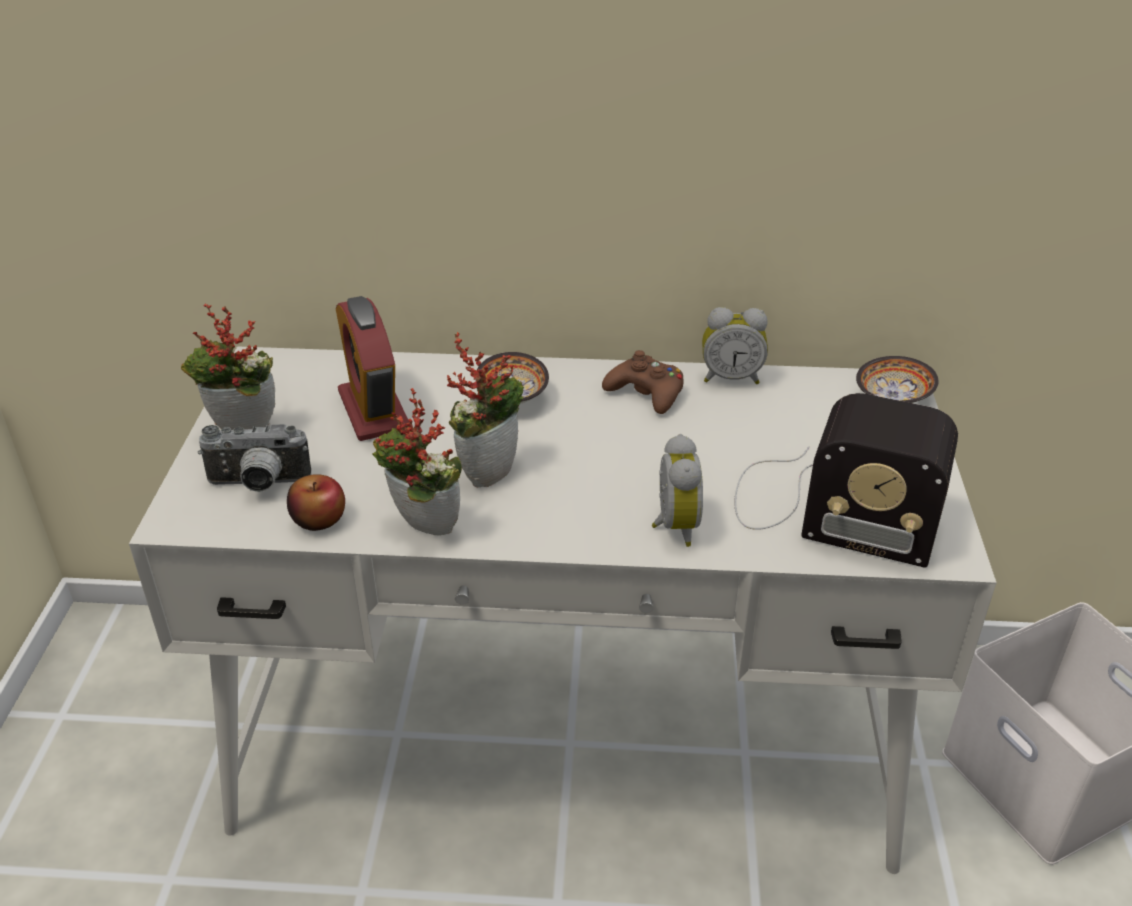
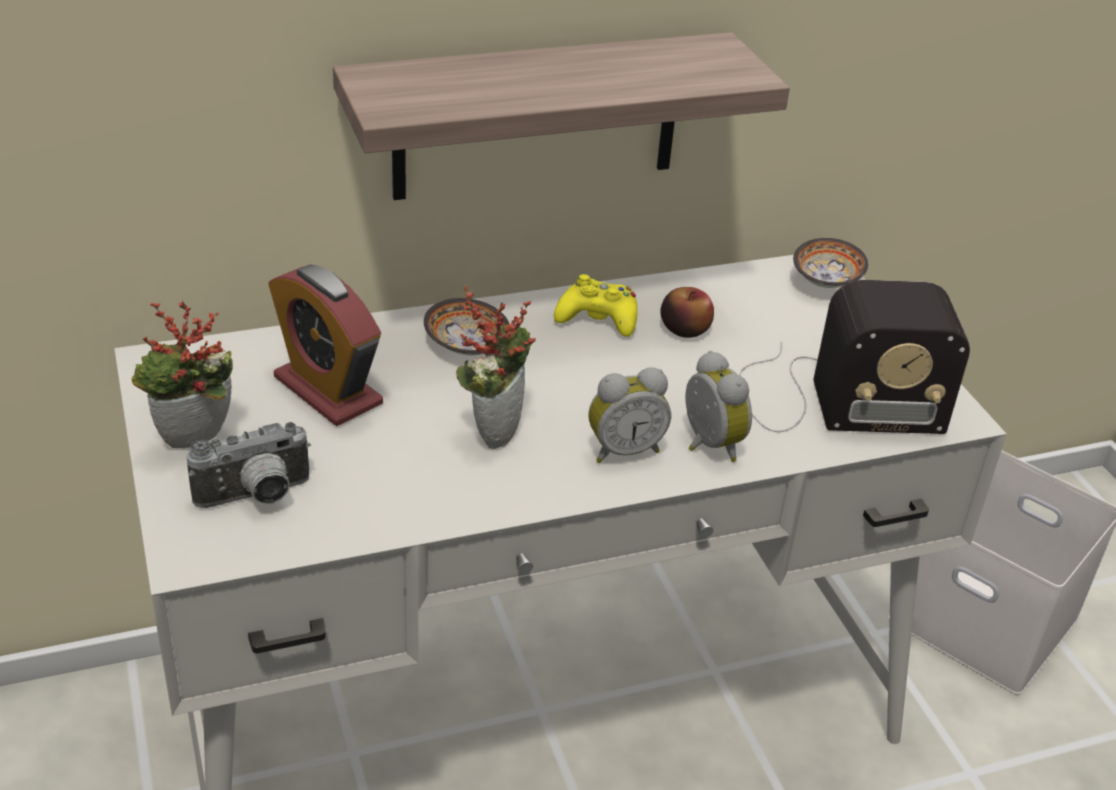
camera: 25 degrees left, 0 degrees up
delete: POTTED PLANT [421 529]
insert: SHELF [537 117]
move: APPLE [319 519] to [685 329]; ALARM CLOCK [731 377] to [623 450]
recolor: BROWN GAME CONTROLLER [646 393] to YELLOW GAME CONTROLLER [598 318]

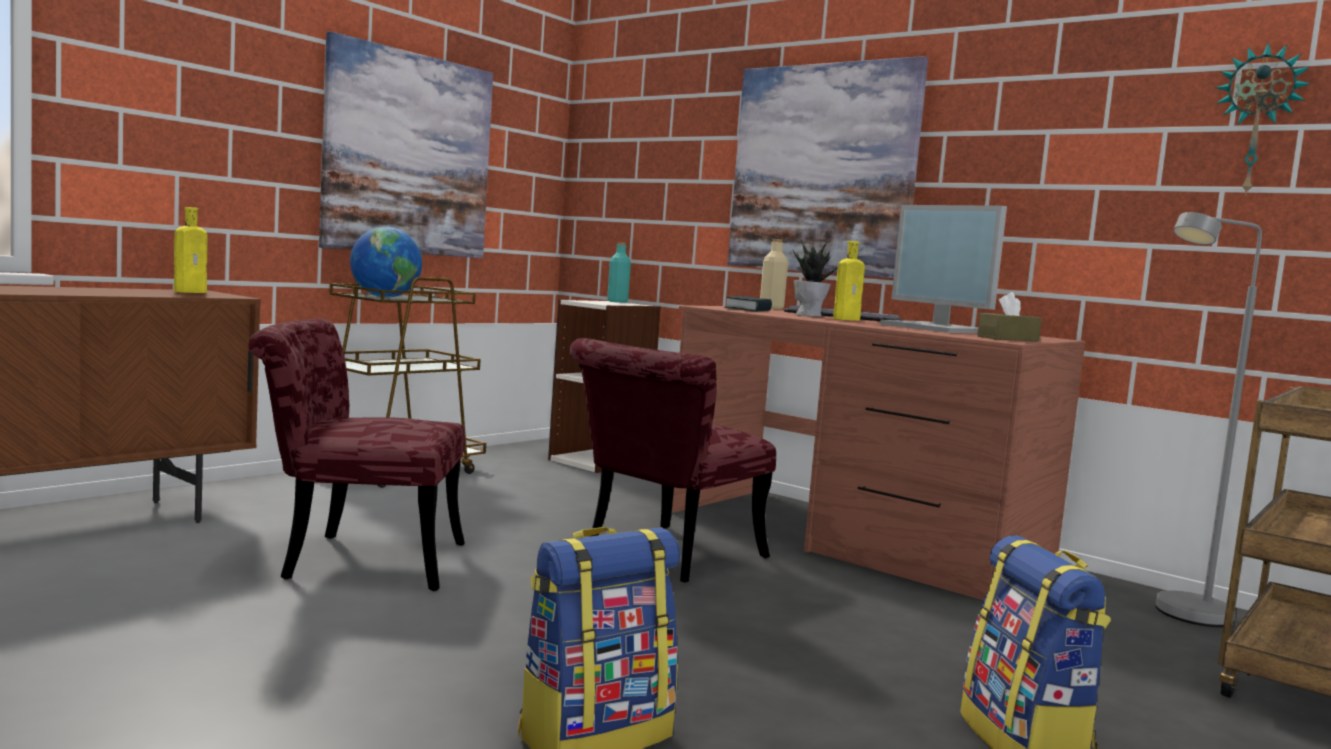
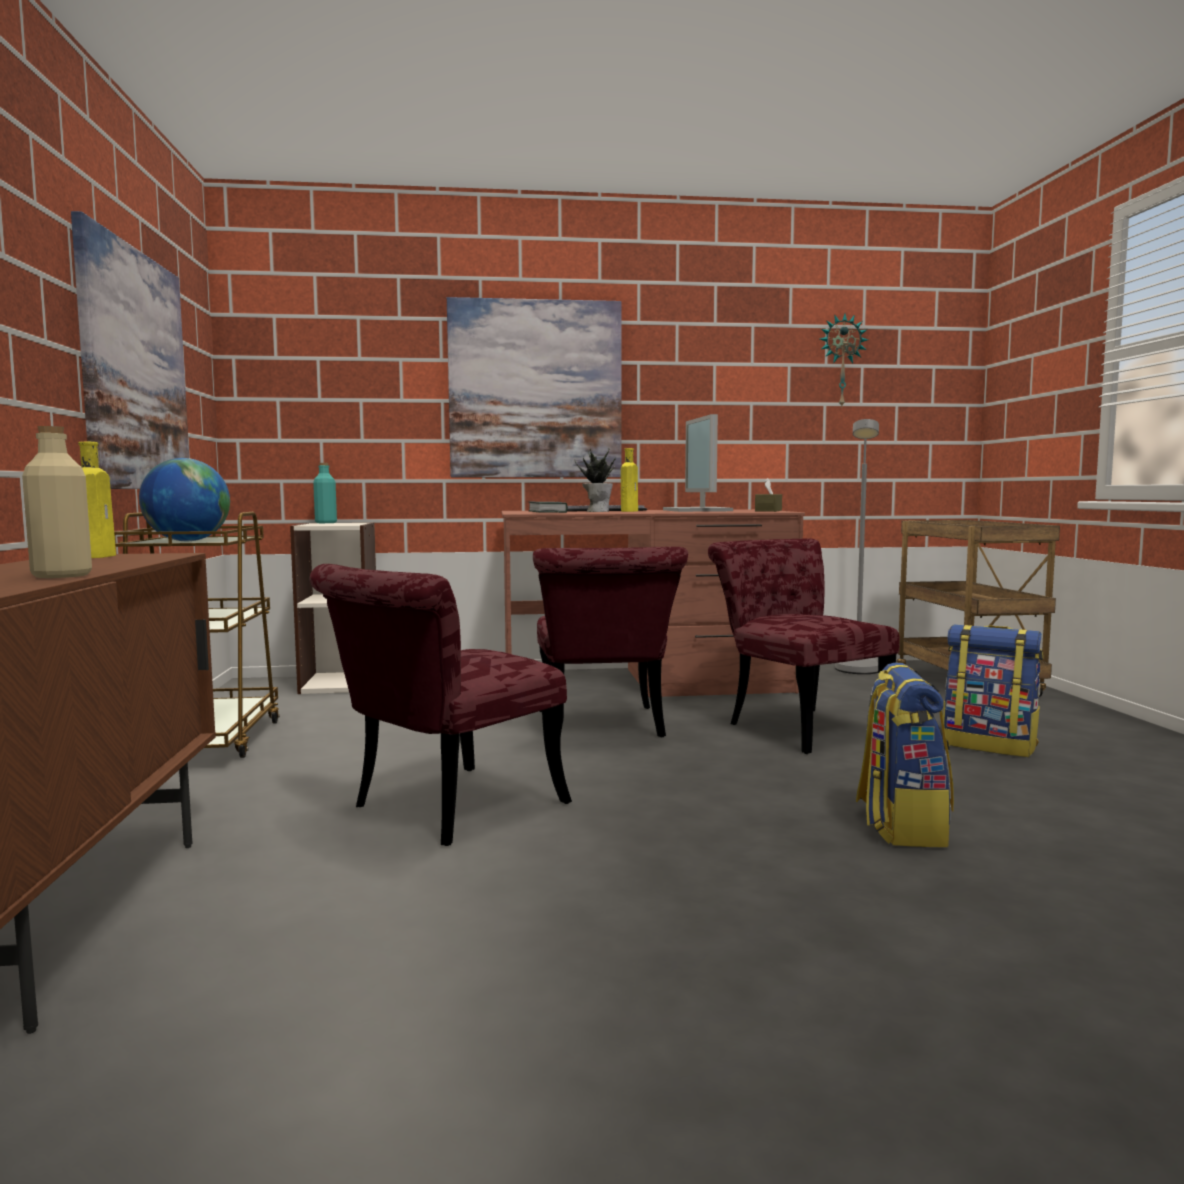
camera: 45 degrees left, 0 degrees up
insert: RED CHAIR [798 726]
move: BEIGE BOTTLE [771 308] to [62 576]
rotate: MONITOR [938 329] = [698 510] 75 degrees clockwise

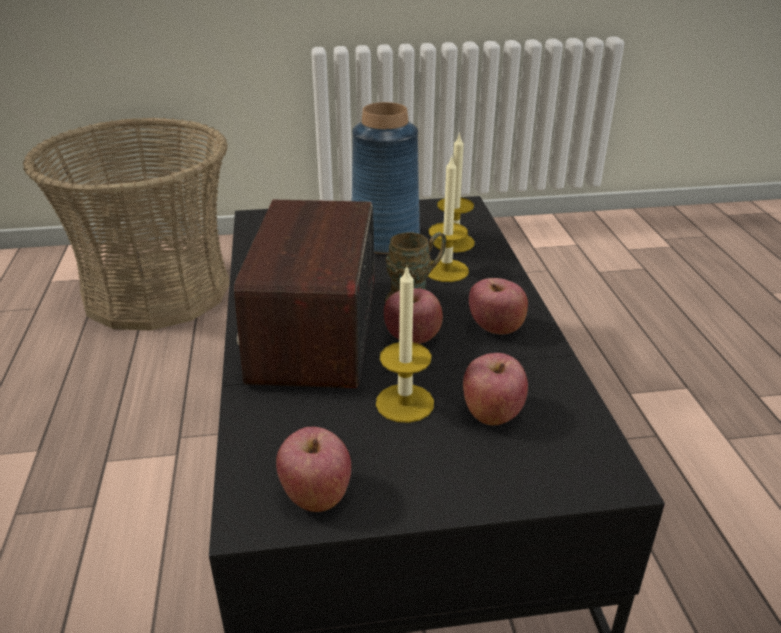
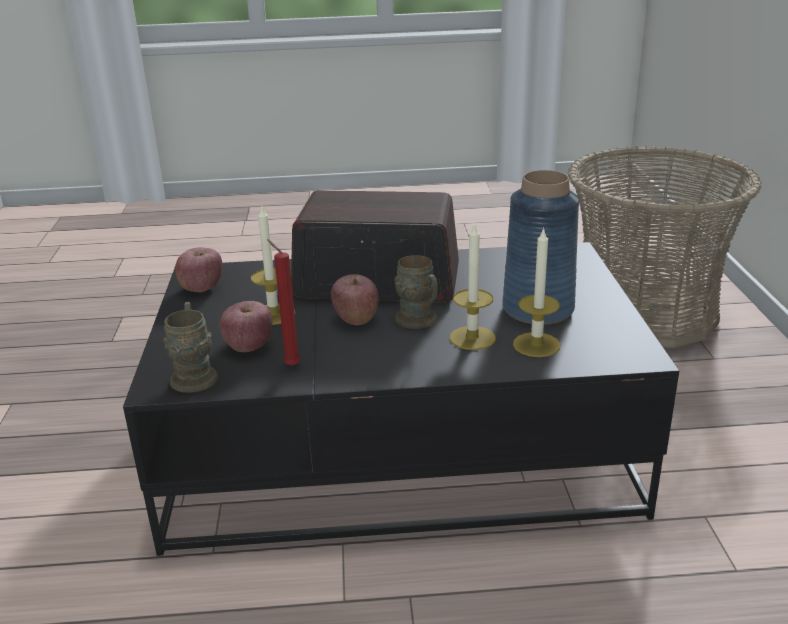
camera: 95 degrees right, 5 degrees down
delete: APPLE [496 327]
insert: BROWN MUG [194 374]; RED CANDLE [290 365]

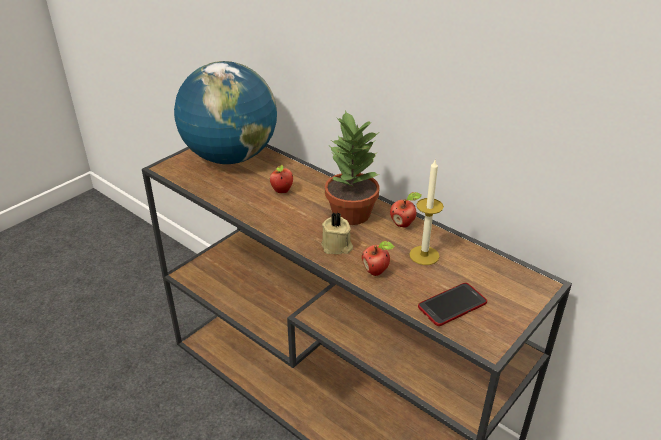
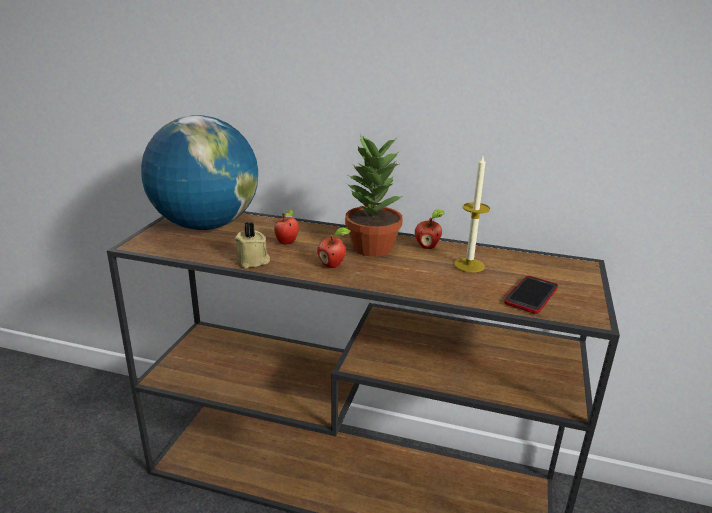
camera: 25 degrees left, 10 degrees down
move: BEIGE CANDLE [337 247] to [253 261]; APPLE [376 271] to [333 265]

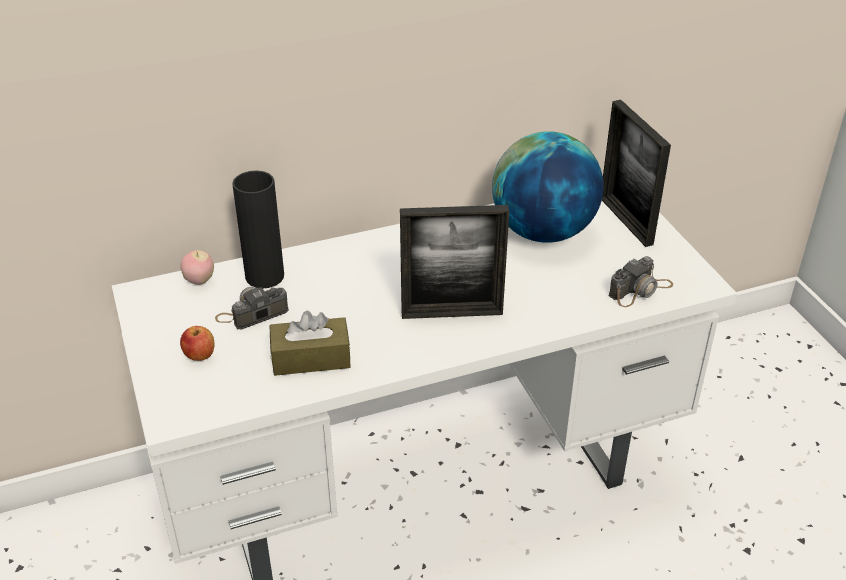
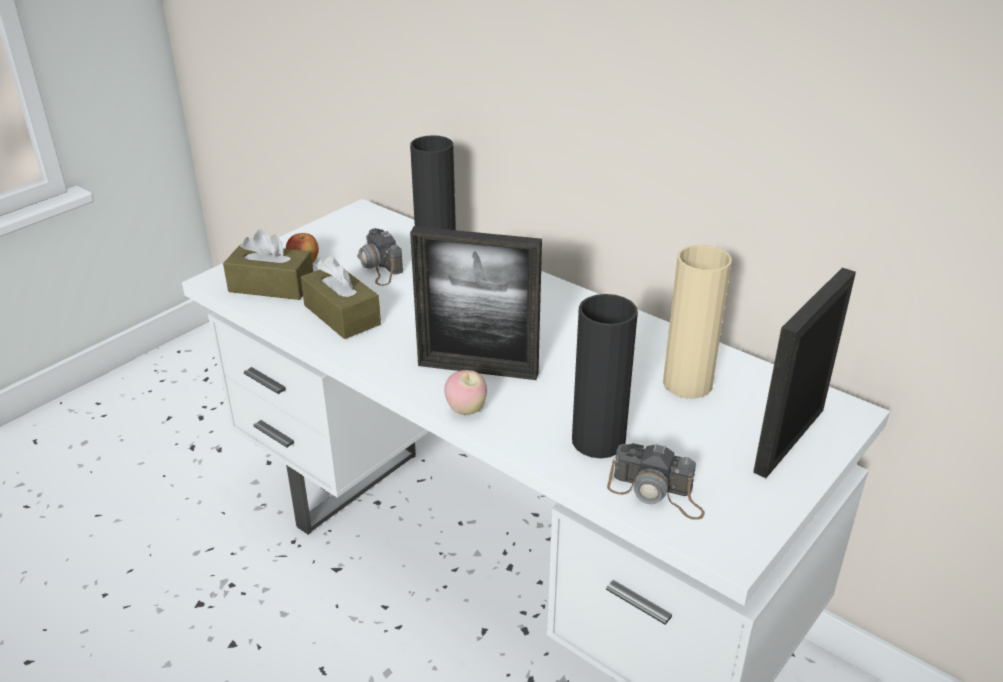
camera: 60 degrees right, 5 degrees down
insert: BROWN TISSUE BOX [271 286]; BLACK VASE [598 441]
move: APPLE [199 281] to [466 410]
replace: GLOBE [543 232] to BEIGE VASE [687 384]
rotate: PHOTO CAMERA [252 313] = [379 266] 150 degrees counterclockwise; PICTURE FRAME [452 313] = [477 369] 45 degrees counterclockwise

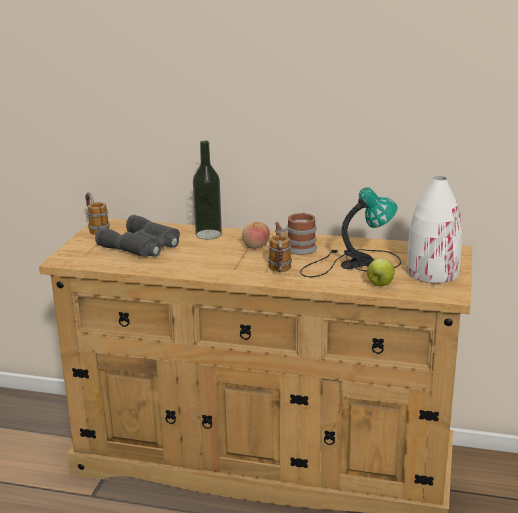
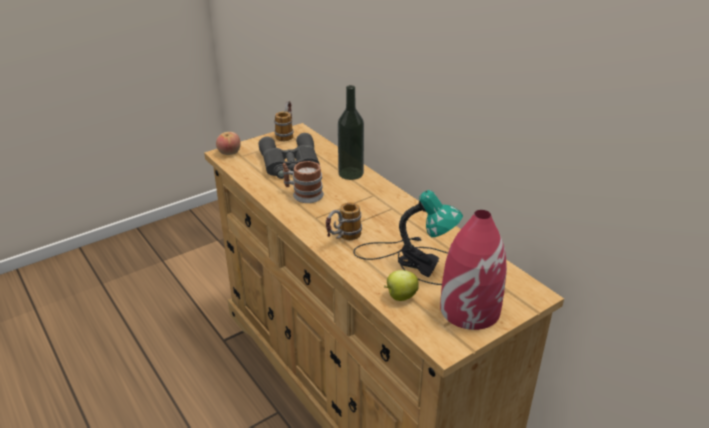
camera: 40 degrees right, 10 degrees up
move: APPLE [255 246] to [229 153]; MUG [296 249] to [303 194]
recolor: WHITE VASE [432 272] to RED VASE [469 309]

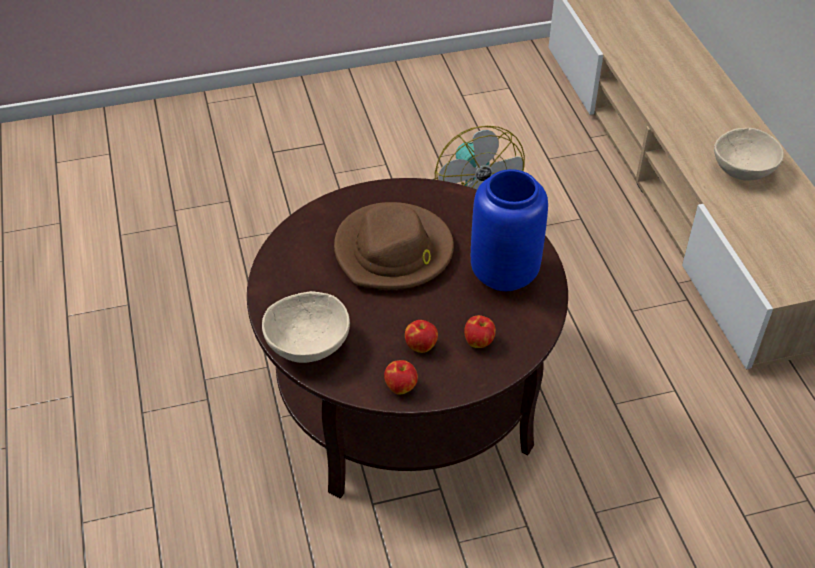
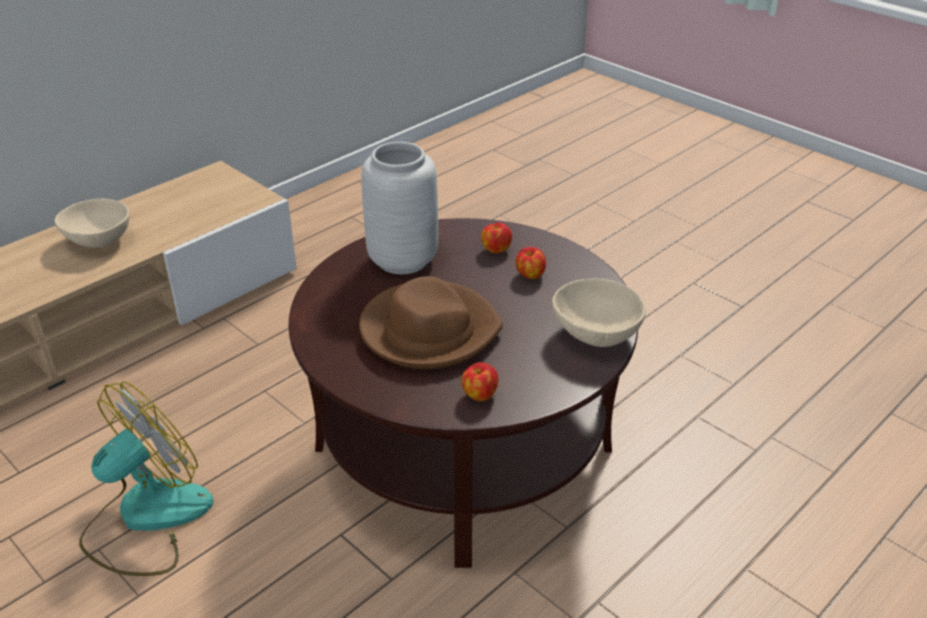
camera: 120 degrees left, 10 degrees down
move: APPLE [401 386] to [479 395]
recolor: BLUE VASE [503 274] to GREY VASE [404 260]

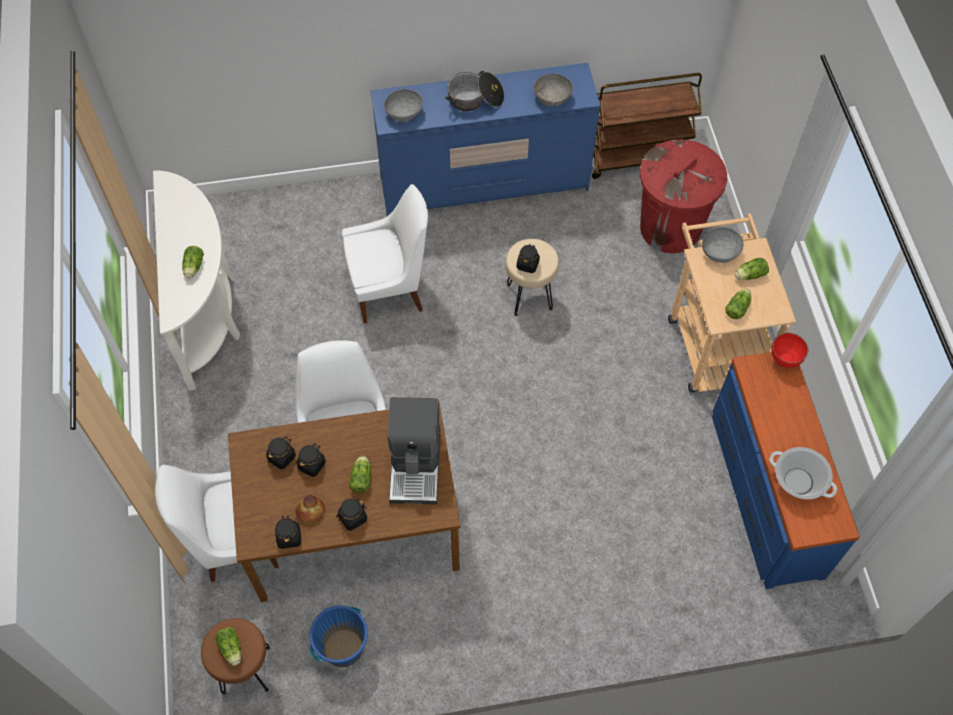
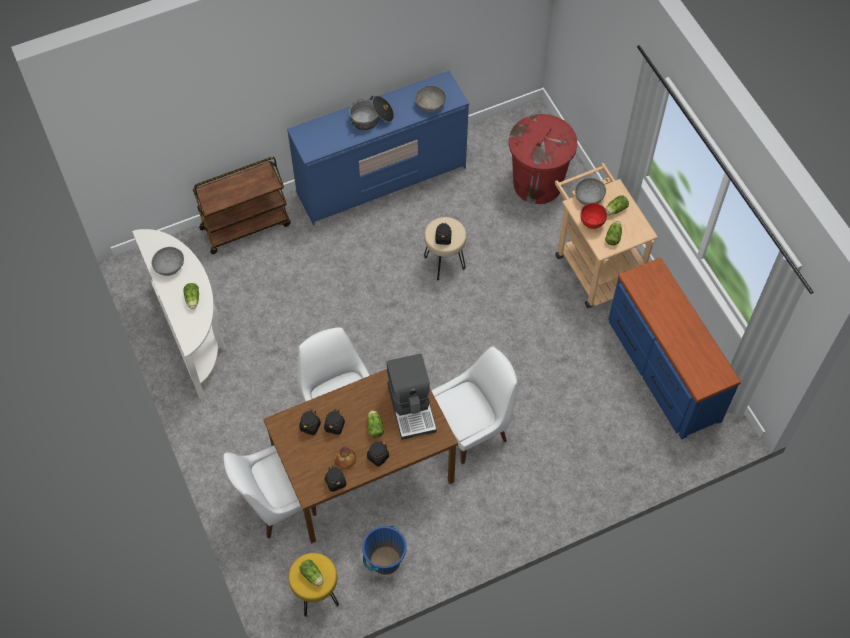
camera: 15 degrees left, 0 degrees up
delete: COOKING POT [798 481]
move: WHITE CHAIR [390 289] to [473 428]; GREY BOWL [404 112] to [169 266]; BROWN CART [637 156] to [246 226]; RED BOWL [784 359] to [592 223]
recolor: BROWN STOOL [245 669] to YELLOW STOOL [316 594]

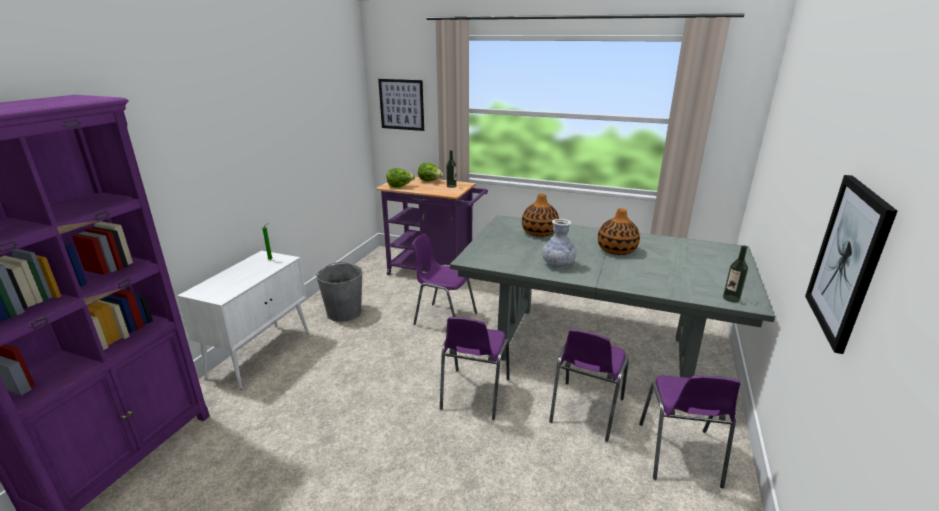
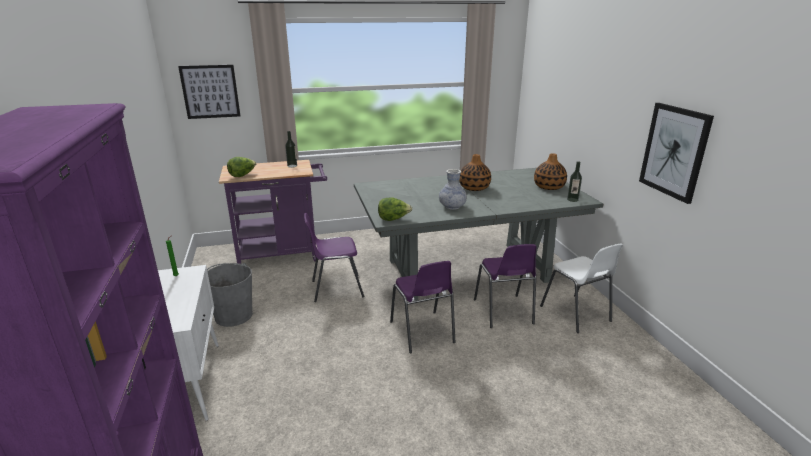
camera: 35 degrees left, 0 degrees up
move: LETTUCE [430 181] to [393 219]; VASE [539 232] to [549 187]
recolor: PURPLE CHAIR [679 456] to WHITE CHAIR [576 314]

